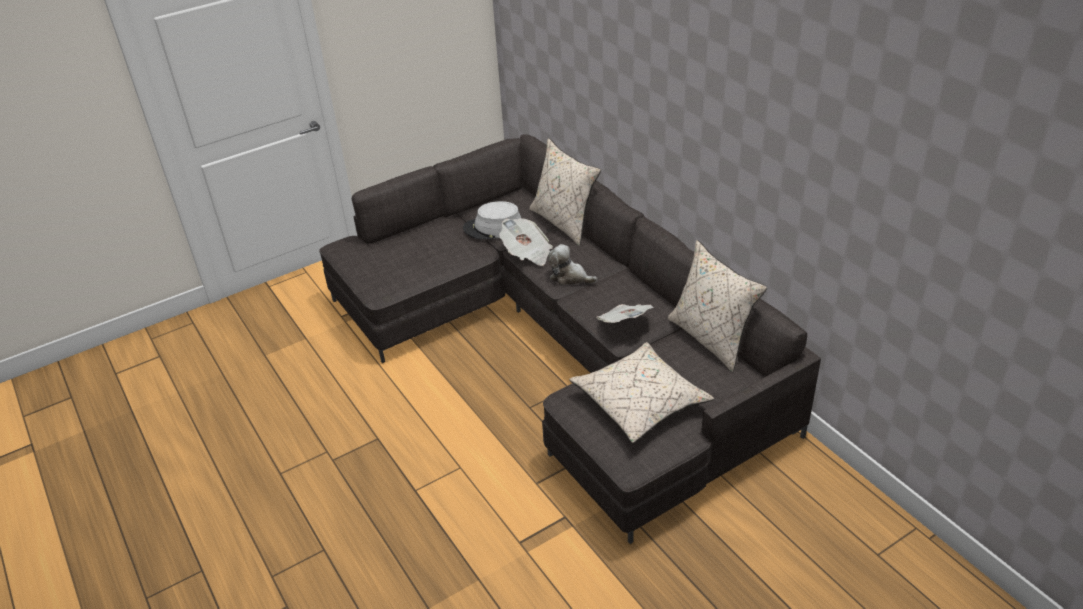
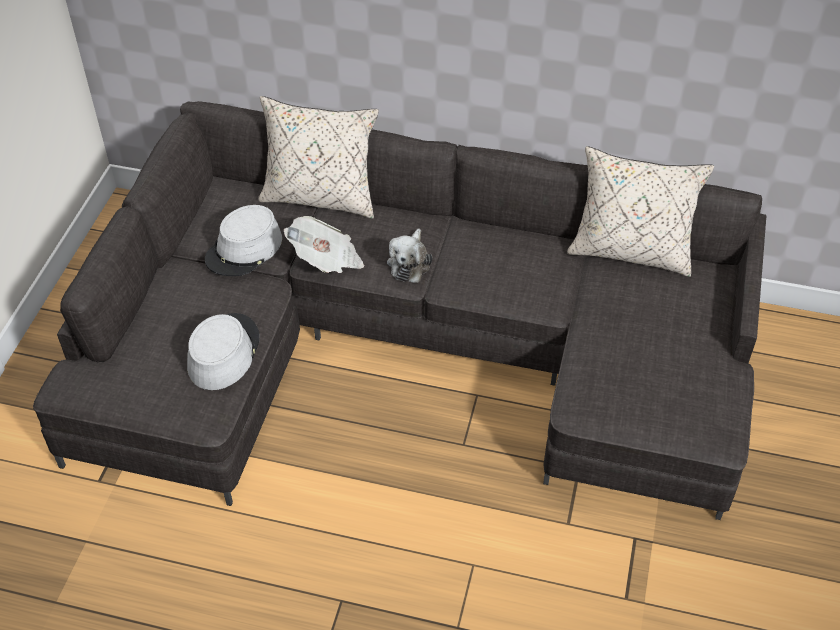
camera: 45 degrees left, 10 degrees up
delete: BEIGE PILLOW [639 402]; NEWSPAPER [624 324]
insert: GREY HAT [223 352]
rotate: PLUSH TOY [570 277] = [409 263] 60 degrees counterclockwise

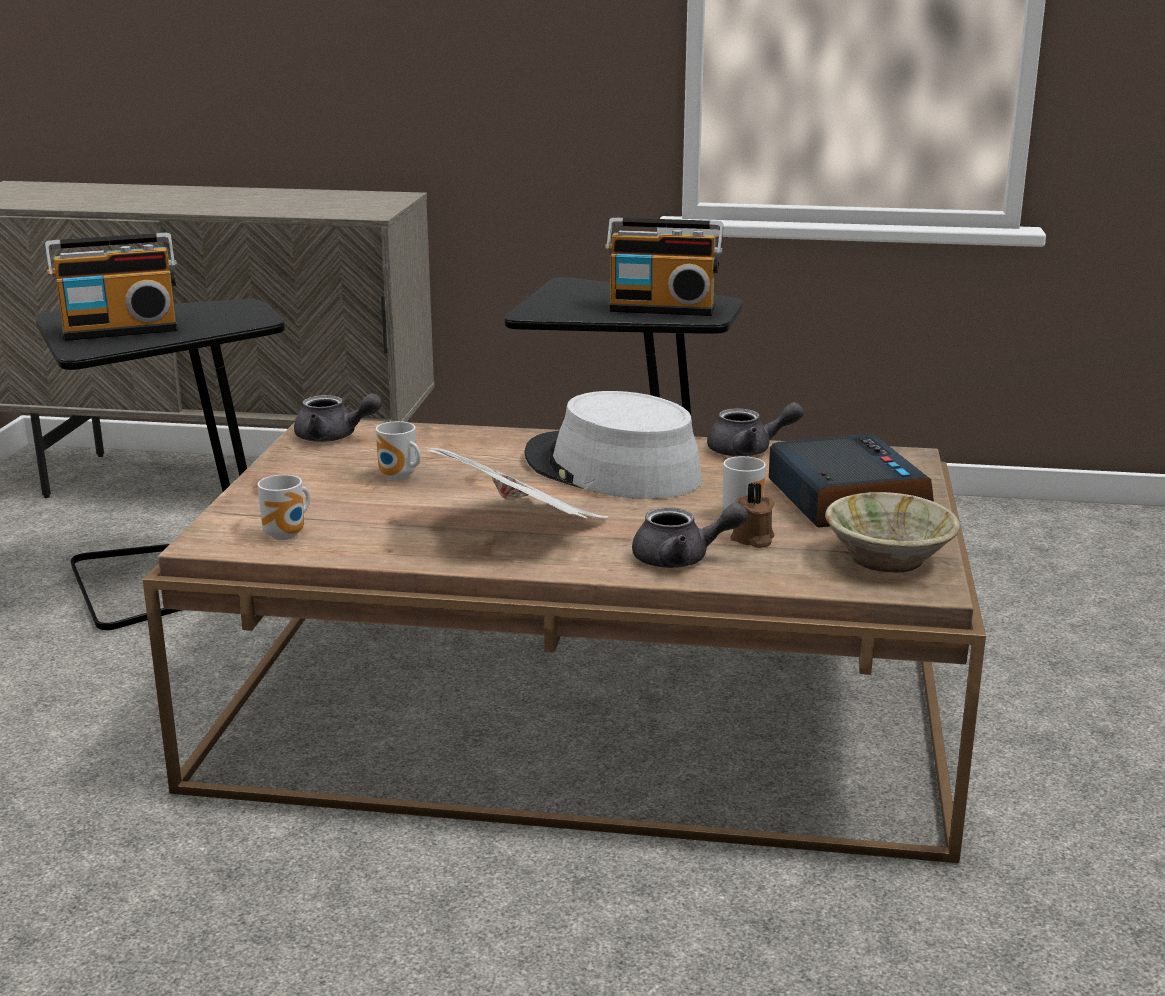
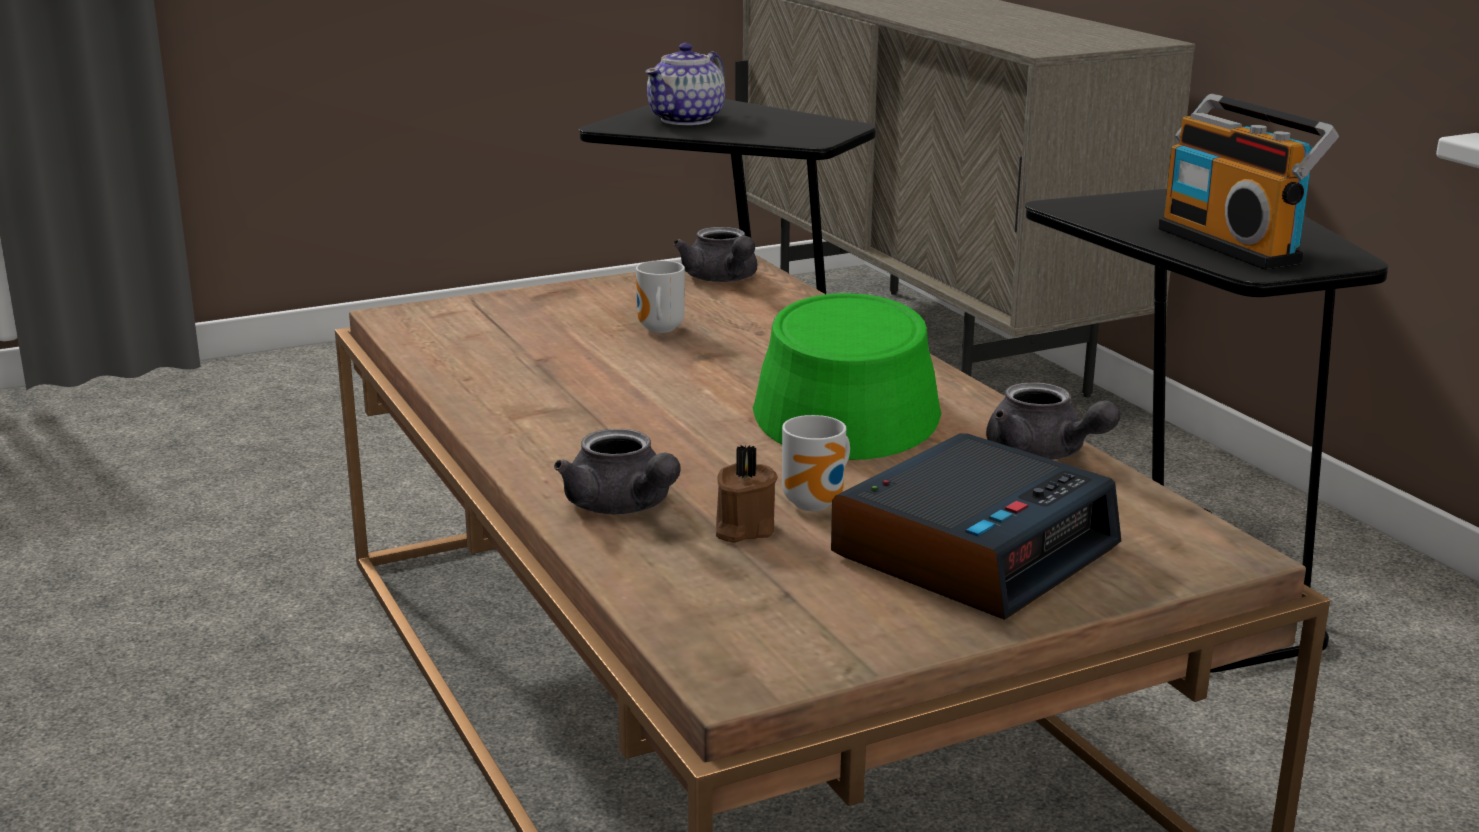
camera: 55 degrees right, 0 degrees up
delete: MUG [288 535]; NEWSPAPER [518 530]; BEIGE BOWL [888 559]
replace: RADIO [120 330] to TEAPOT [687 119]
recolor: GREY HAT [611 469] to GREEN HAT [844 404]

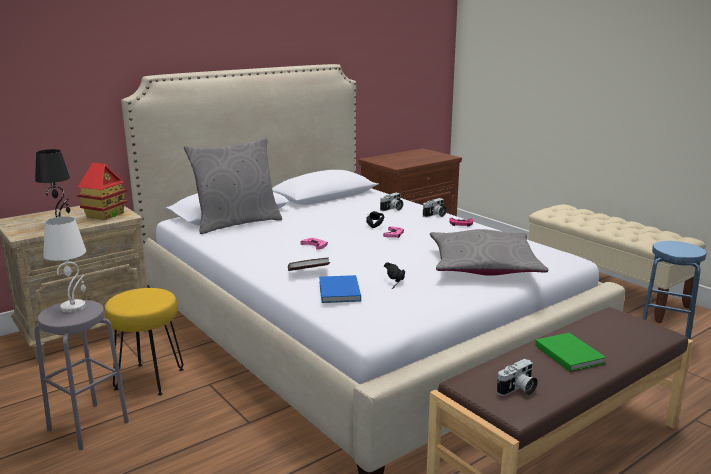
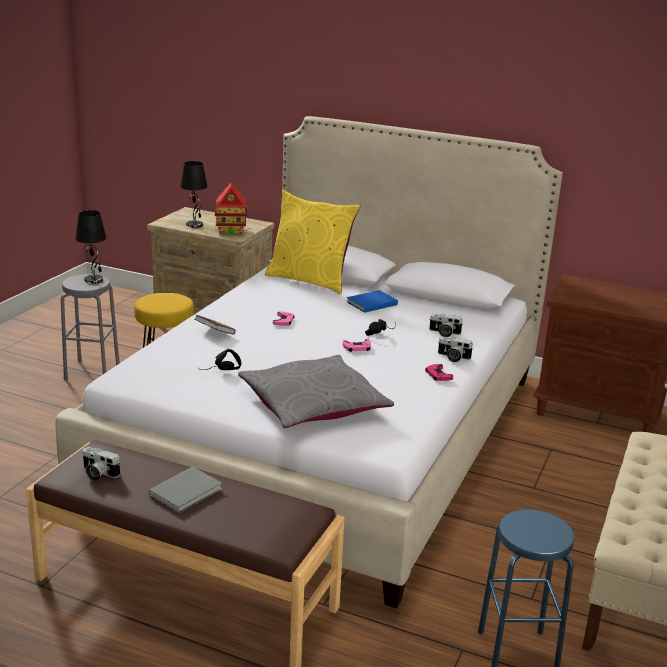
camera: 60 degrees right, 5 degrees up
move: BLUE BOOK [338 292] to [370 303]
recolor: WHITE TABLE LAMP [73 307] to BLACK TABLE LAMP [94 280]; GREY PILLOW [237 223] to YELLOW PILLOW [309 280]; GREEN BOOK [568 353] to GREY BOOK [187 492]

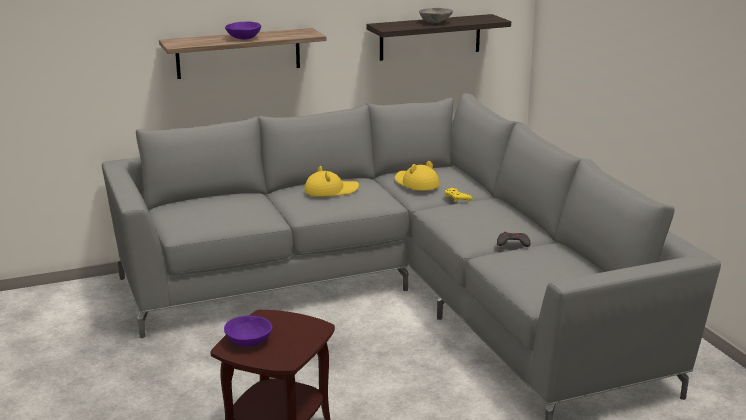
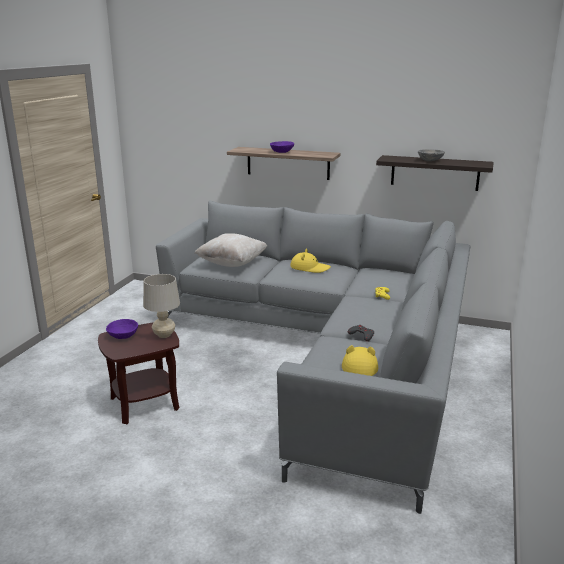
camera: 40 degrees right, 0 degrees up
insert: BEIGE TABLE LAMP [164 335]; BEIGE PILLOW [232 263]
move: YELLOW HAT [416 183] to [359 365]

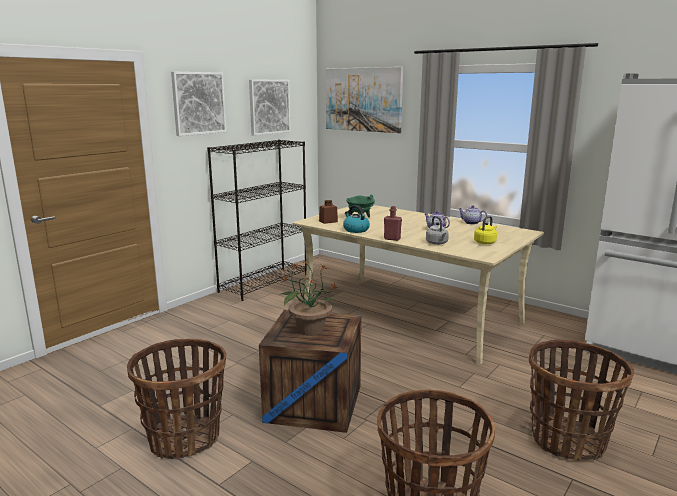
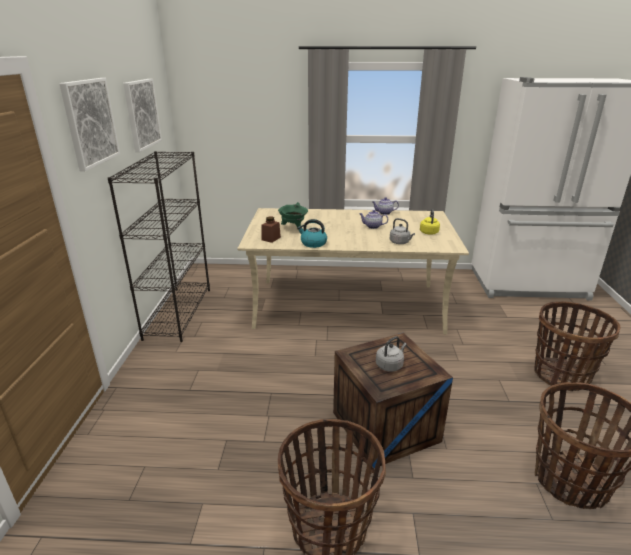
camera: 35 degrees left, 10 degrees up
delete: PICTURE [363 99]; RED BOTTLE [392 239]
replace: POTTED PLANT [309 329] to GREY KETTLE [390 365]

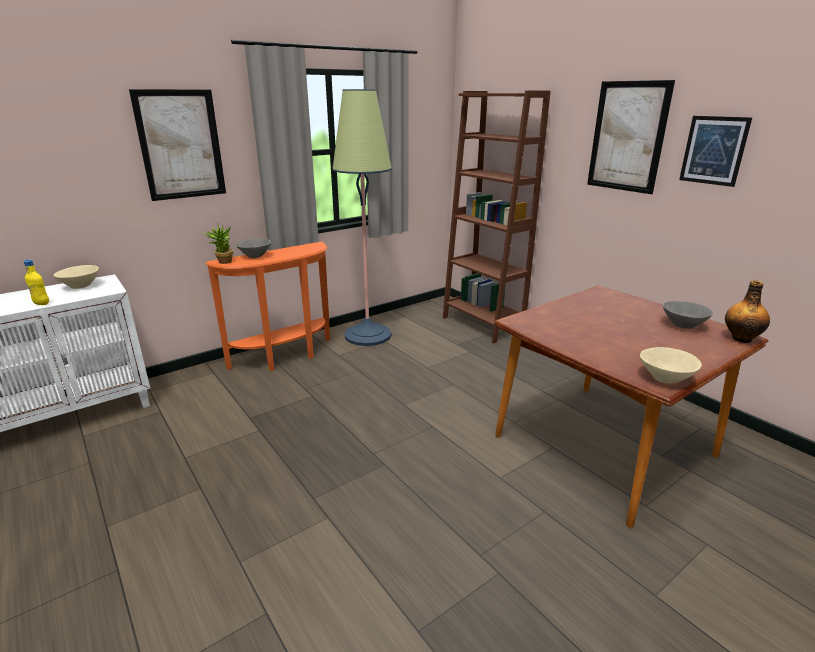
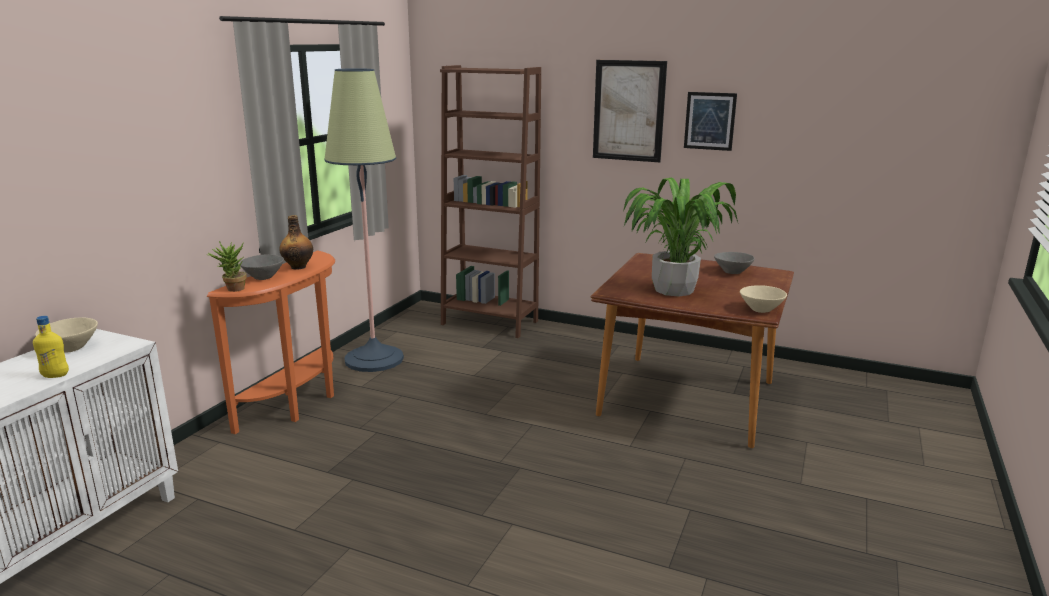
camera: 30 degrees left, 5 degrees down
delete: PICTURE [181 145]
insert: POTTED PLANT [673 289]
move: BOTTLE [741 338] to [298 267]

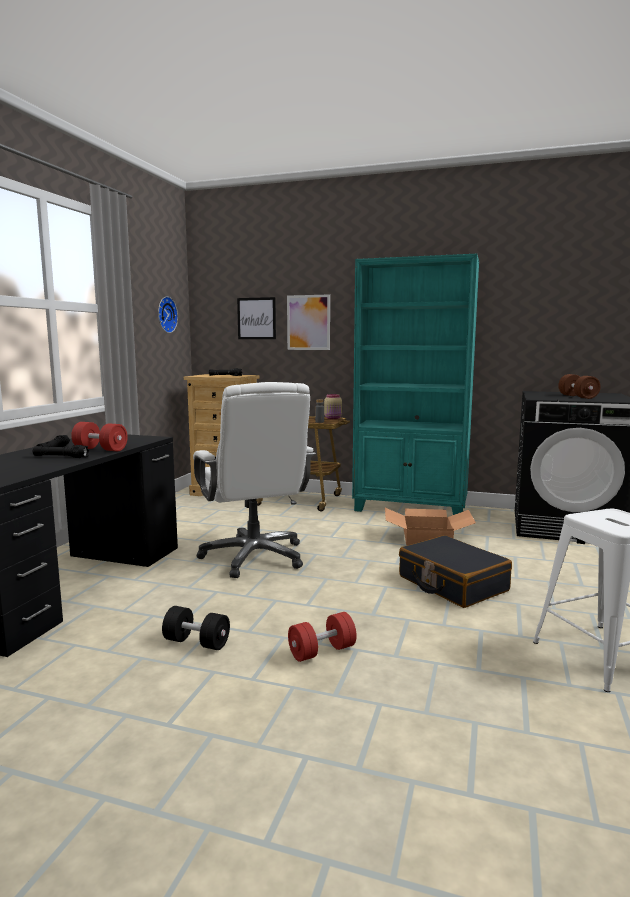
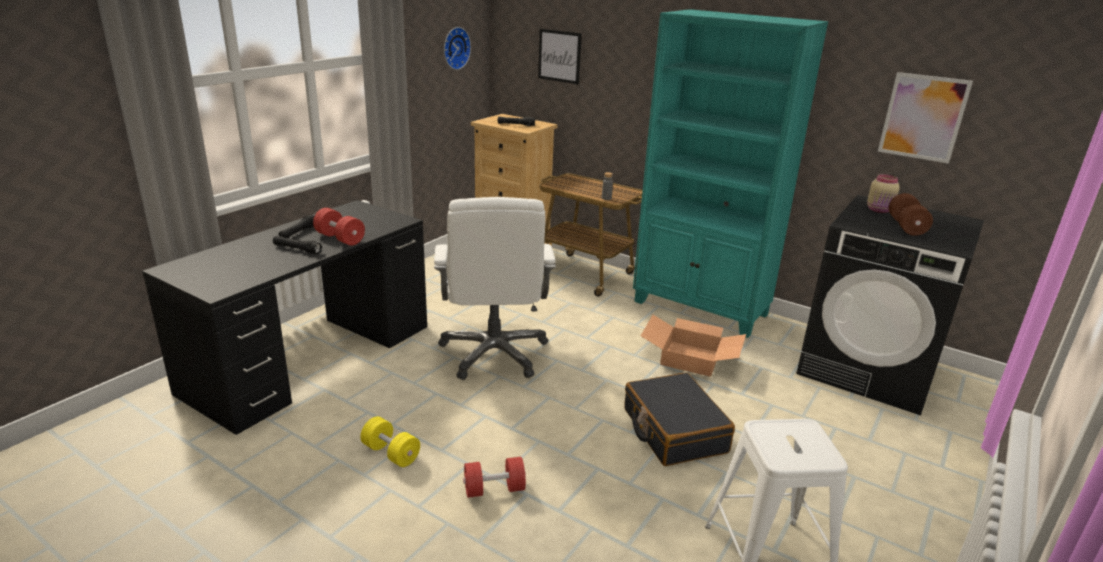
camera: 15 degrees right, 15 degrees up
move: PICTURE [308 322] to [923 117]; BEIGE JAR [333 418] to [880 210]
recolor: BLACK DUMBBELL [196 642] to YELLOW DUMBBELL [391 453]

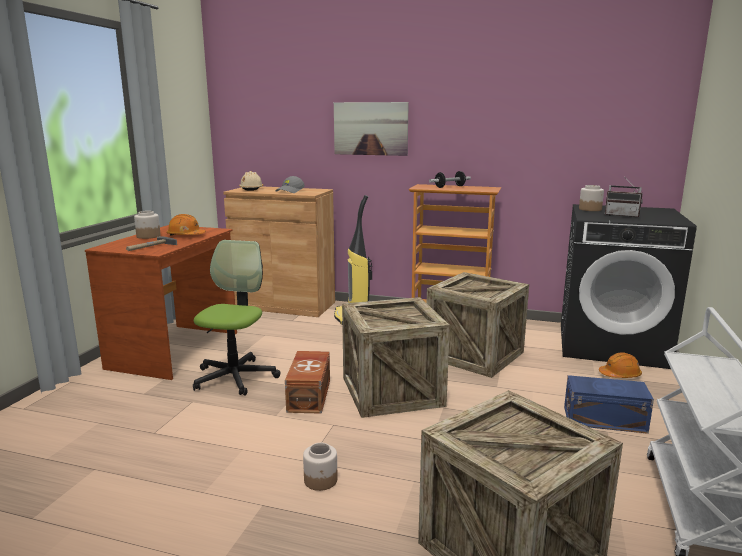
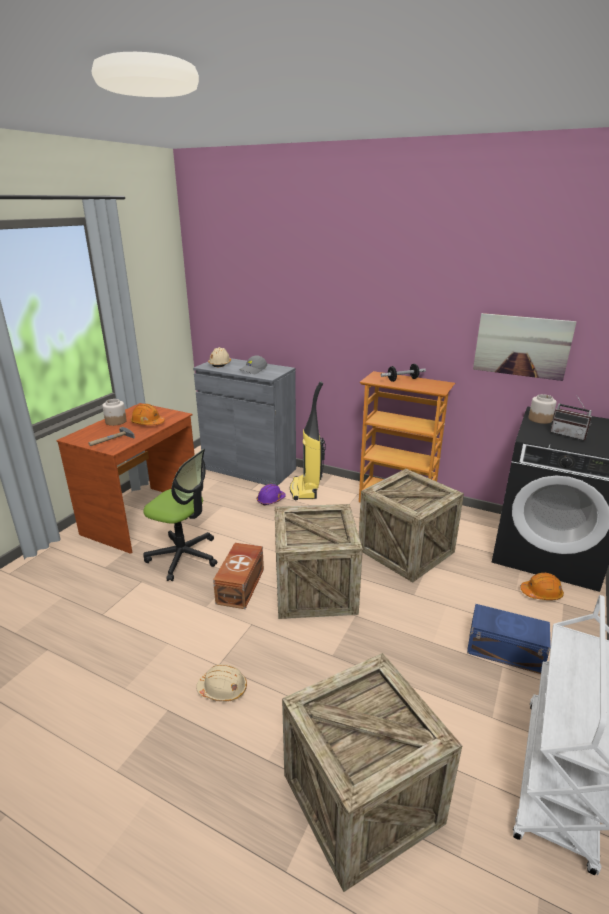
camera: 10 degrees right, 10 degrees up
insert: PURPLE HARD HAT [271 500]
move: PICTURE [370 128] to [522 346]
replace: JAR [321 480] to BEIGE HARD HAT [223 689]
recolor: BROWN CABINET [284 305] to GREY CABINET [249 469]
rotate: OFFICE CHAIR [235 377] = [183 556] 90 degrees clockwise

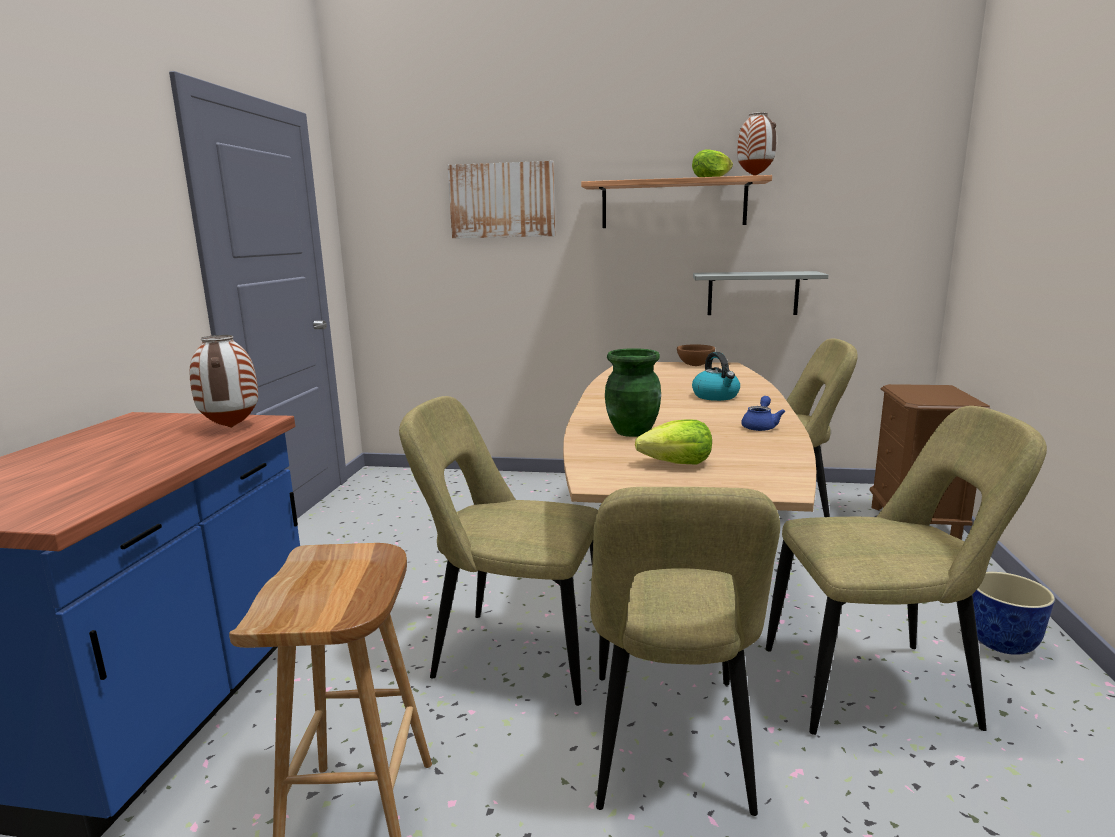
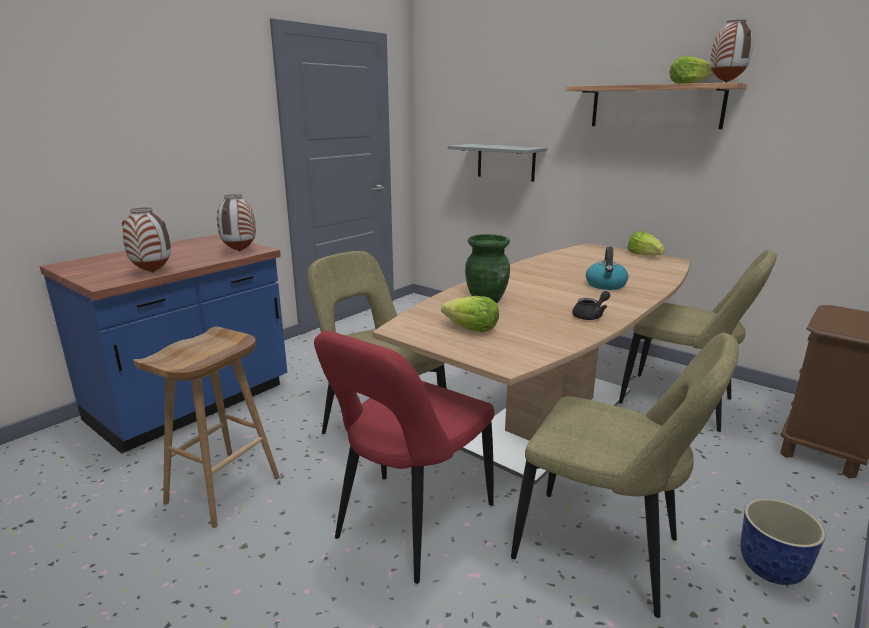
camera: 30 degrees right, 5 degrees up
delete: PICTURE [502 200]
insert: VASE [153 272]
move: GREY SHELF [752 293] to [506 162]
replace: BROWN BOWL [695 365] to LETTUCE [644 255]
recolor: BEIGE CHAIR [669 748] to RED CHAIR [410 525]; BLUE TEAPOT [760 426] to BLACK TEAPOT [590 316]

